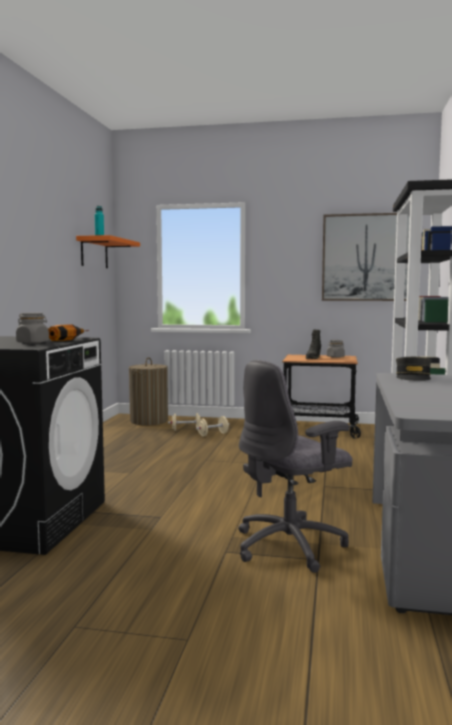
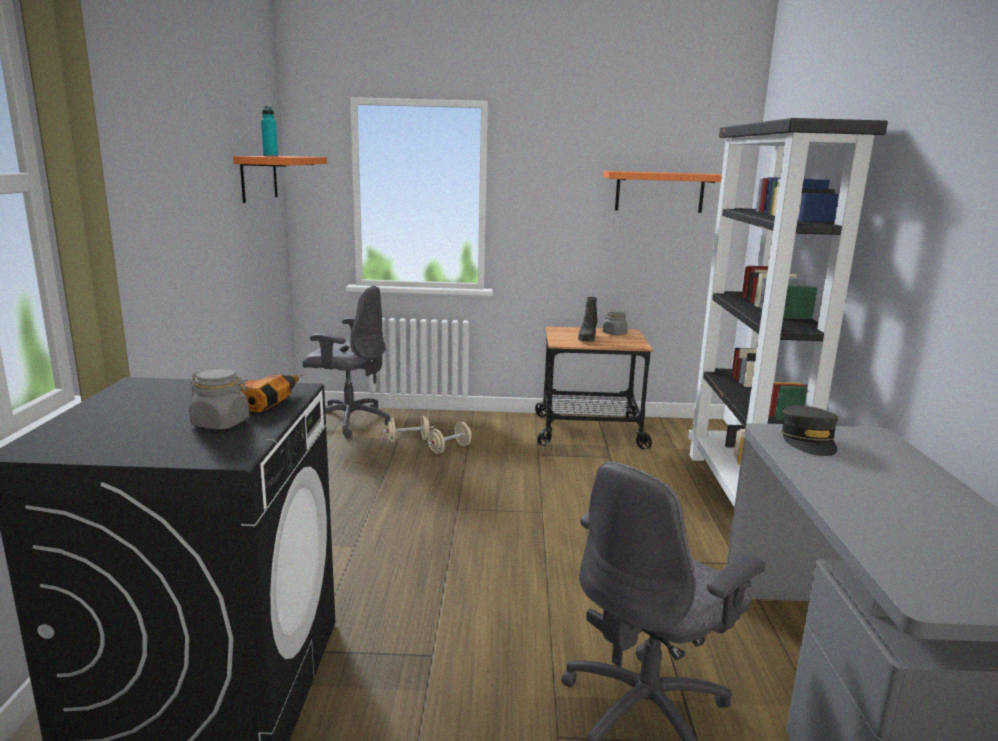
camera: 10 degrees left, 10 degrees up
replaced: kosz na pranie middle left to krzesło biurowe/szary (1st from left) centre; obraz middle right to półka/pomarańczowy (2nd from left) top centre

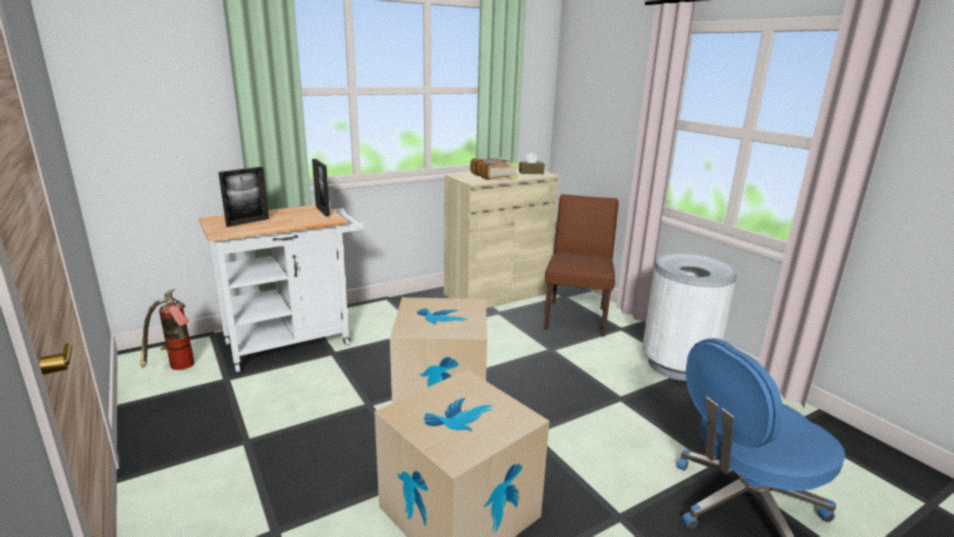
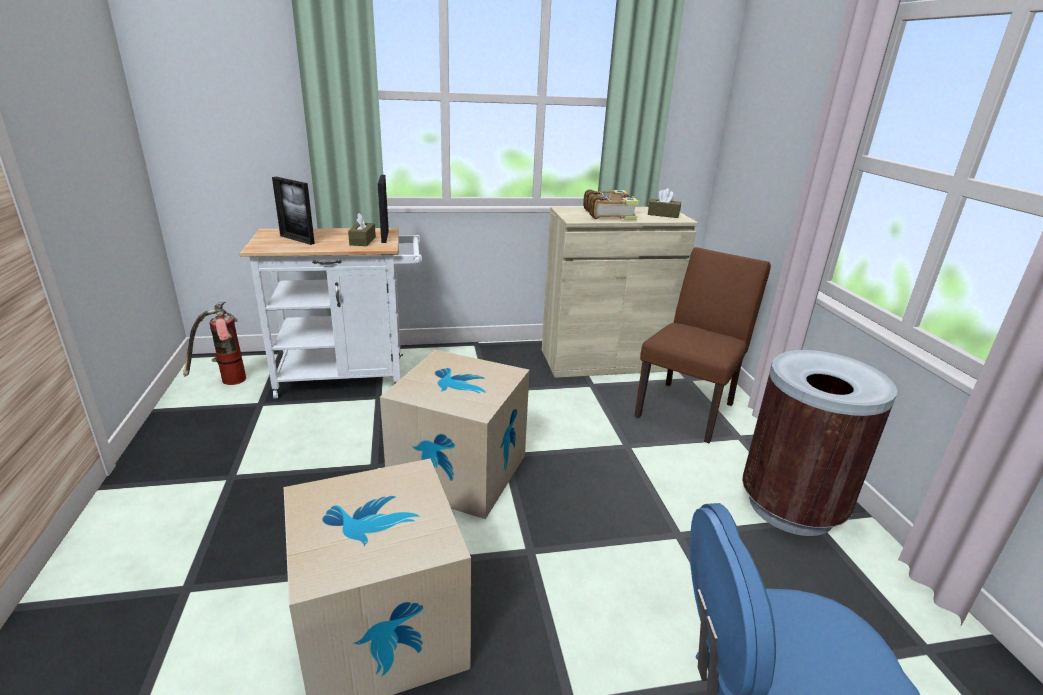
camera: 20 degrees right, 5 degrees up
added: pudełko chusteczek/brązowy (1st from left) top centre
recoloured: kosz na śmieci/biały middle right to kosz na śmieci/brązowy middle right
turned: ramka na zdjęcie (1st from left) middle left = top left 60 degrees clockwise

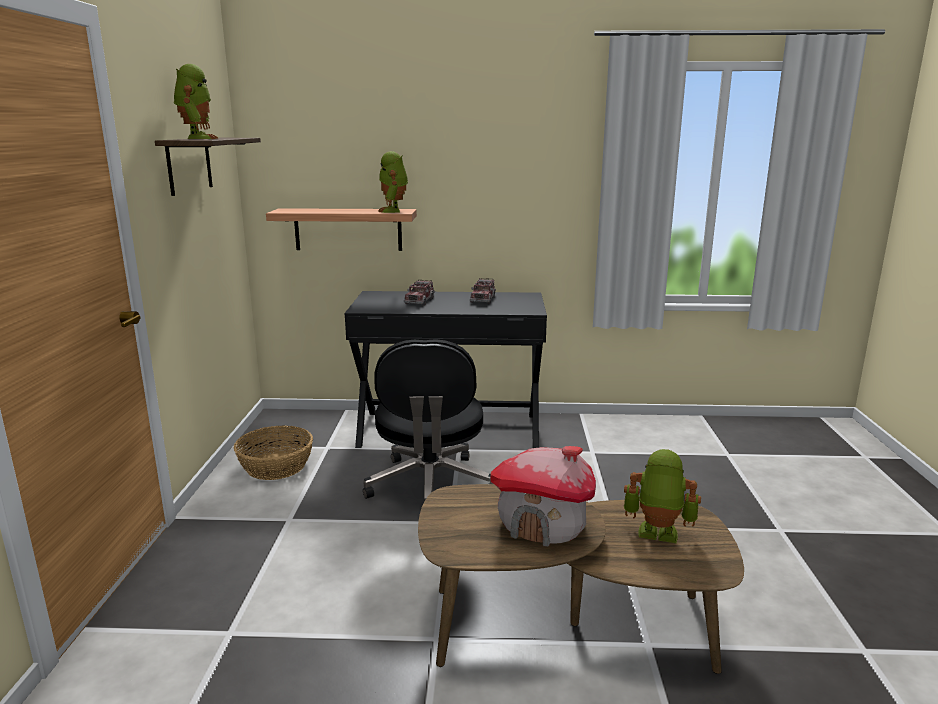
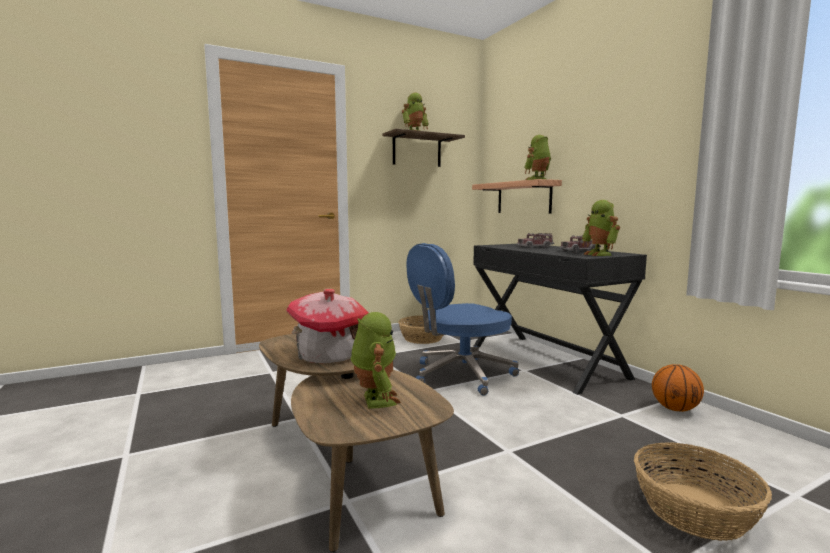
camera: 60 degrees right, 10 degrees down
added: robot zabawkowy (4th from left) middle right; koszyk (2nd from left) bottom right; piłka do koszykówki bottom right
recoloured: krzesło biurowe/czarny centre to krzesło biurowe/niebieski centre

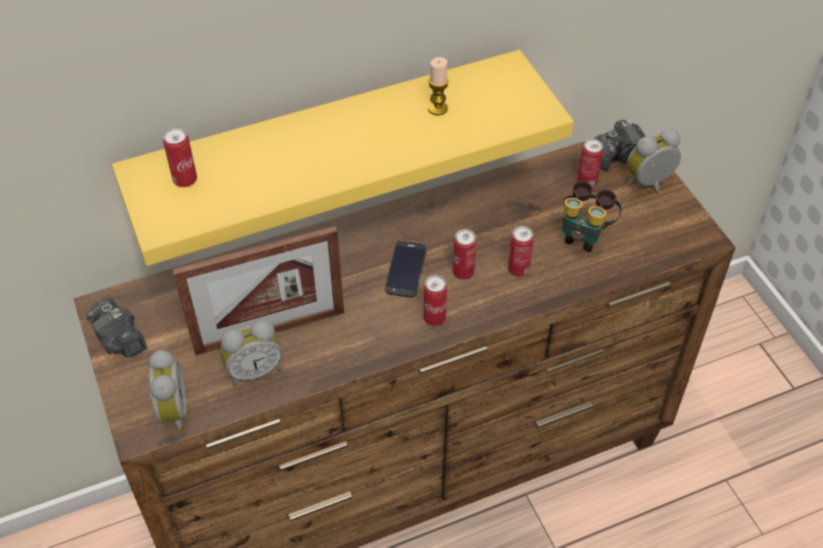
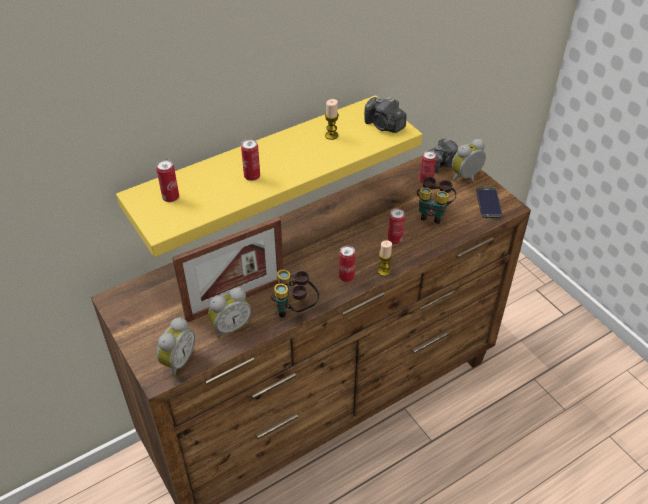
camera: 10 degrees left, 5 degrees down
added: lornetka (1st from left) centre; świeca (2nd from left) centre
moved: puszka (3rd from left in the first image) centre to puszka (2nd from left) top centre; aparat fotograficzny (1st from left) middle left to top centre; telefon centre to middle right
turned: budzik (1st from left) bottom left = bottom left 45 degrees clockwise

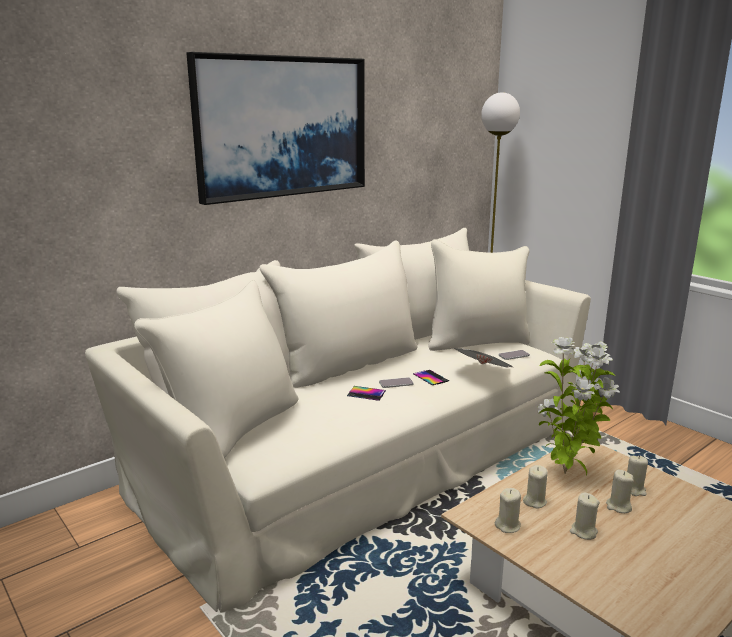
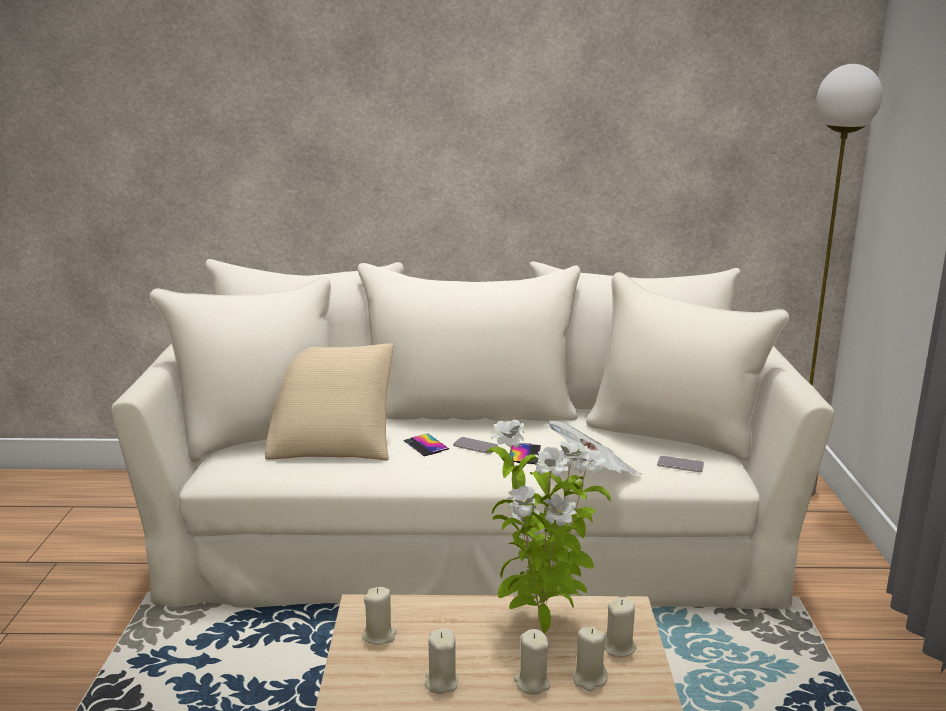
camera: 40 degrees right, 0 degrees up
removed: obraz top centre
added: poduszka/beżowy centre
moved: świeca/beżowy (2nd from left in the first image) bottom right to świeca/beżowy (5th from left) bottom centre

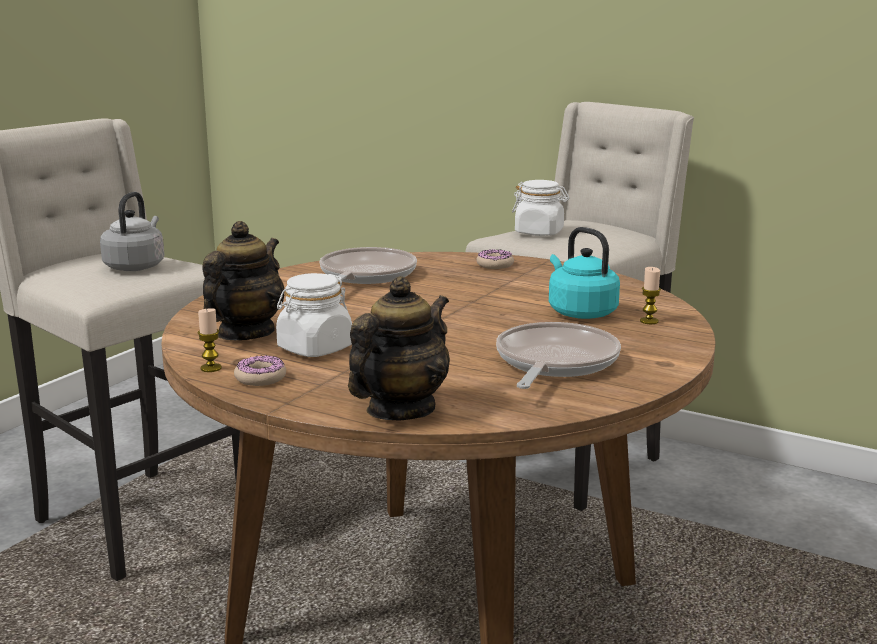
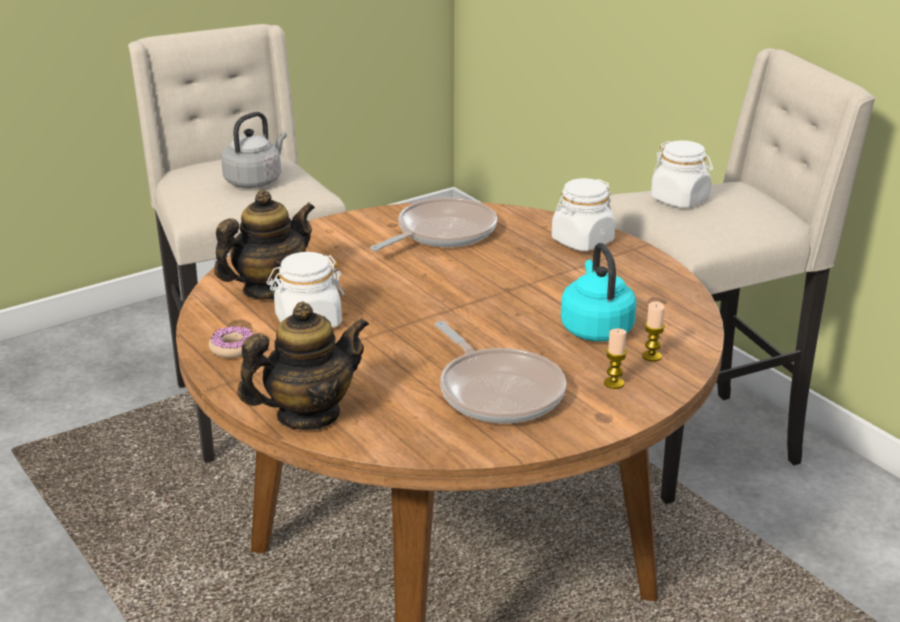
camera: 25 degrees right, 10 degrees up
moved: świeca (1st from left) middle left to middle right
replaced: donut (2nd from left) centre to słoik/biały (2nd from left) centre
turned: patelnia (2nd from left) centre = centre 105 degrees clockwise

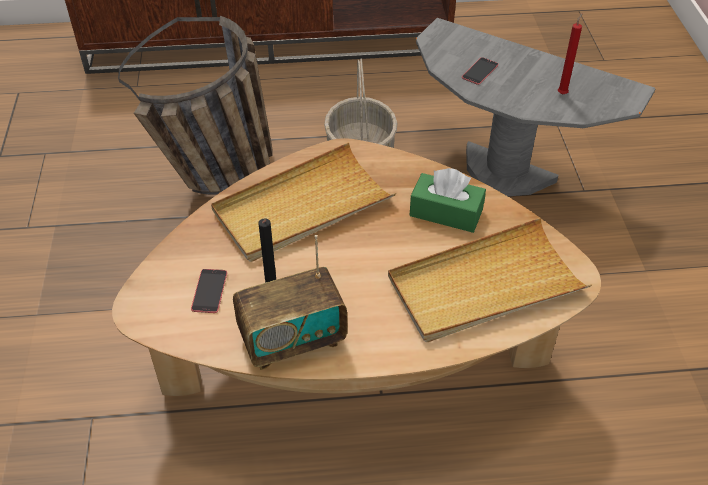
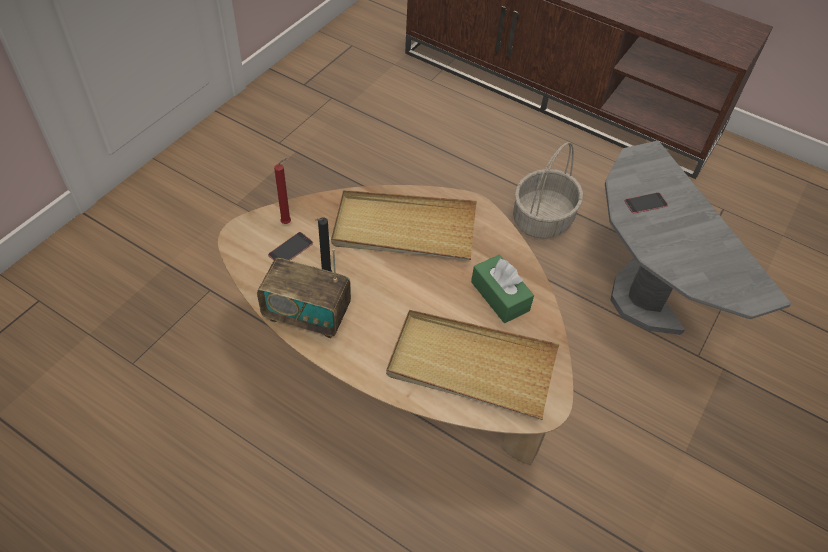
camera: 35 degrees right, 5 degrees up
removed: koszyk (1st from left) top left
moved: świeca/czerwony top right to centre

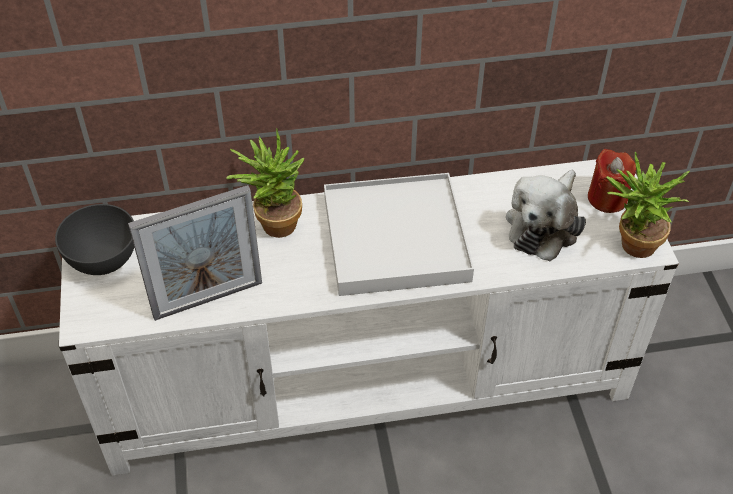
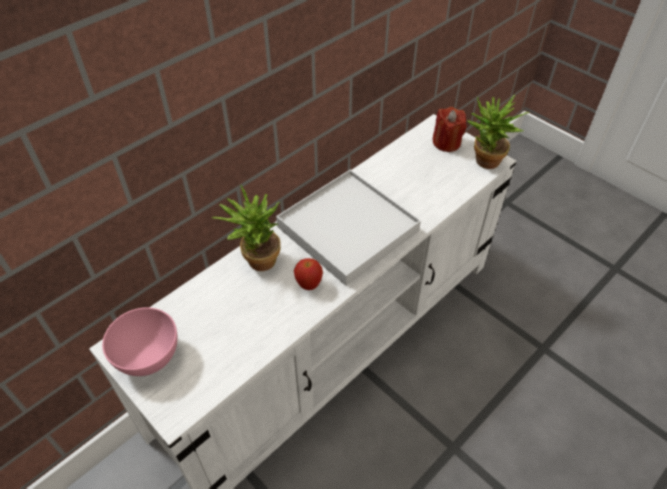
camera: 35 degrees left, 0 degrees up
removed: ramka na zdjęcie middle left; pluszak middle right
added: jabłko centre
recoloured: miska/szary middle left to miska/różowy bottom left

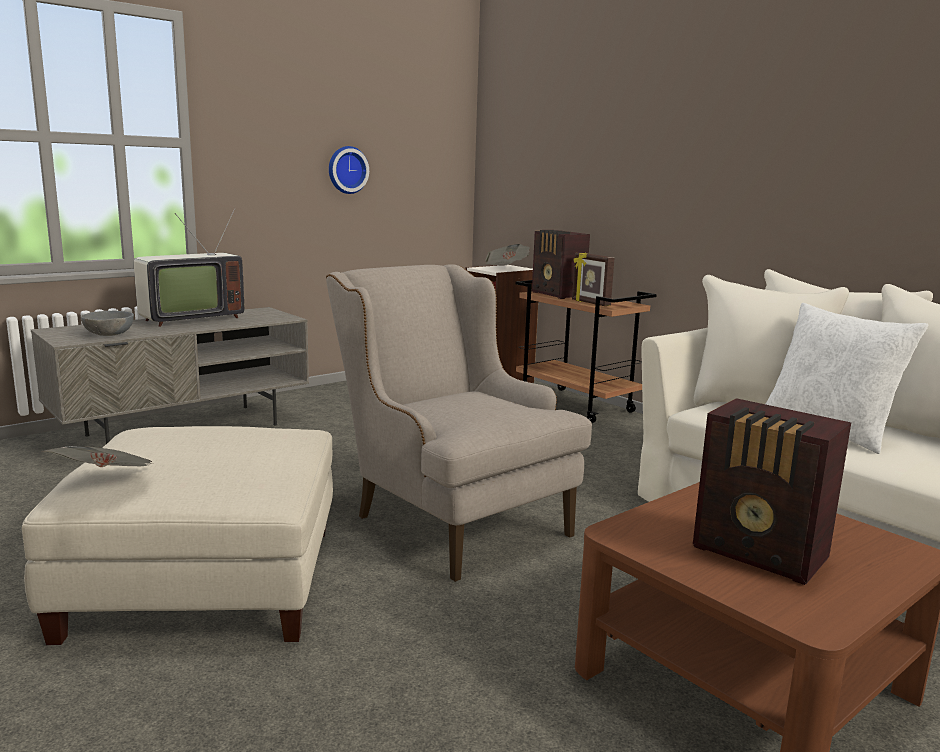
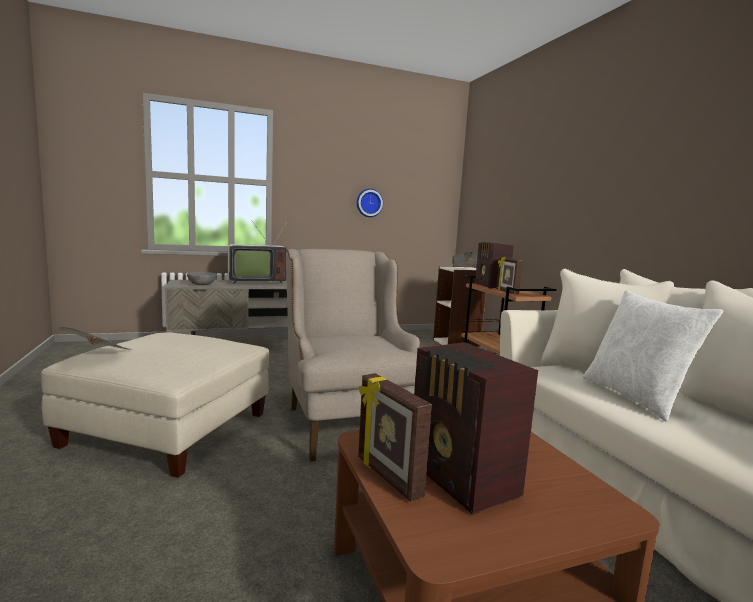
camera: 20 degrees right, 5 degrees down
added: ramka na zdjęcie (1st from left) bottom centre

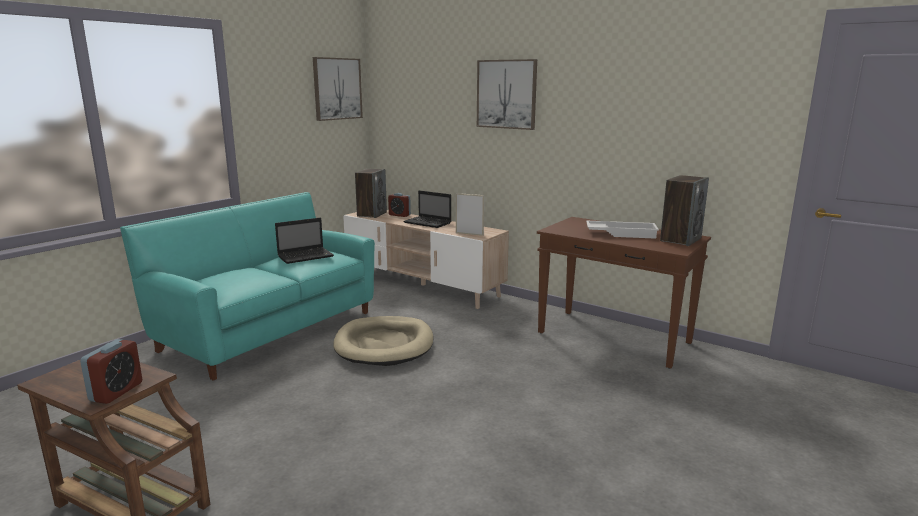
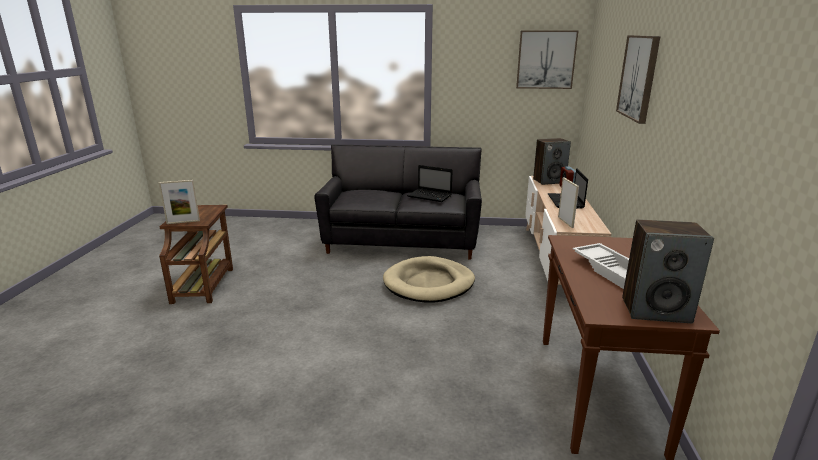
camera: 60 degrees right, 5 degrees up
replaced: budzik (1st from left) bottom left to ramka na zdjęcie (1st from left) middle left
recoloured: kanapa/turkusowy middle left to kanapa/czarny centre

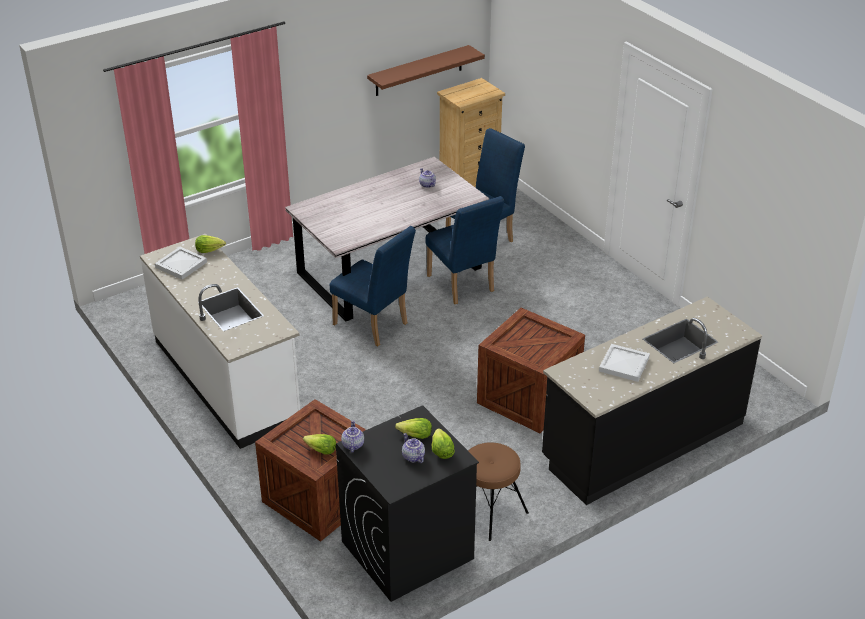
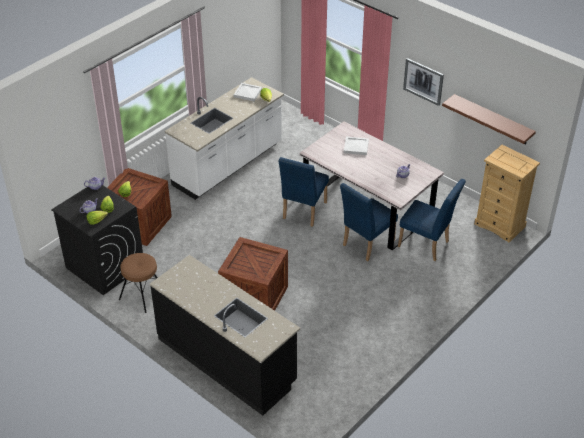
camera: 75 degrees right, 5 degrees up
added: obraz top right
moved: taca/biały (2nd from left) middle right to centre

